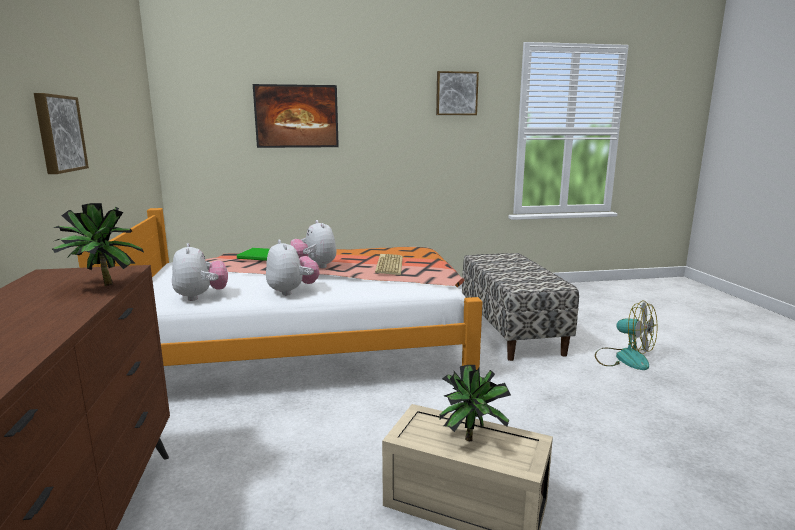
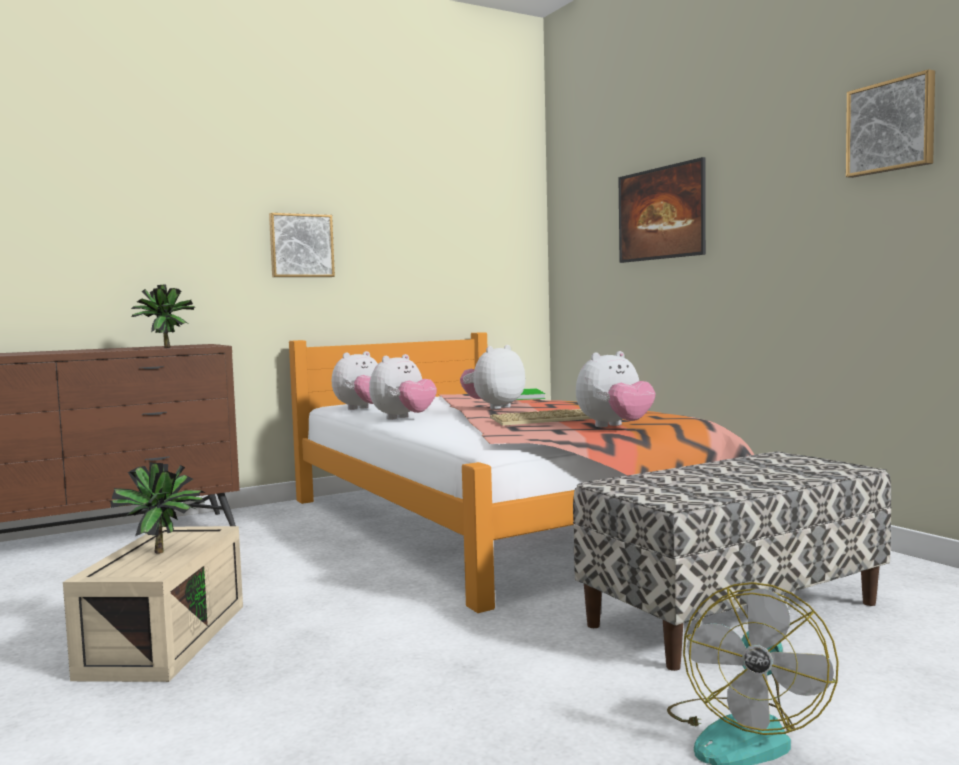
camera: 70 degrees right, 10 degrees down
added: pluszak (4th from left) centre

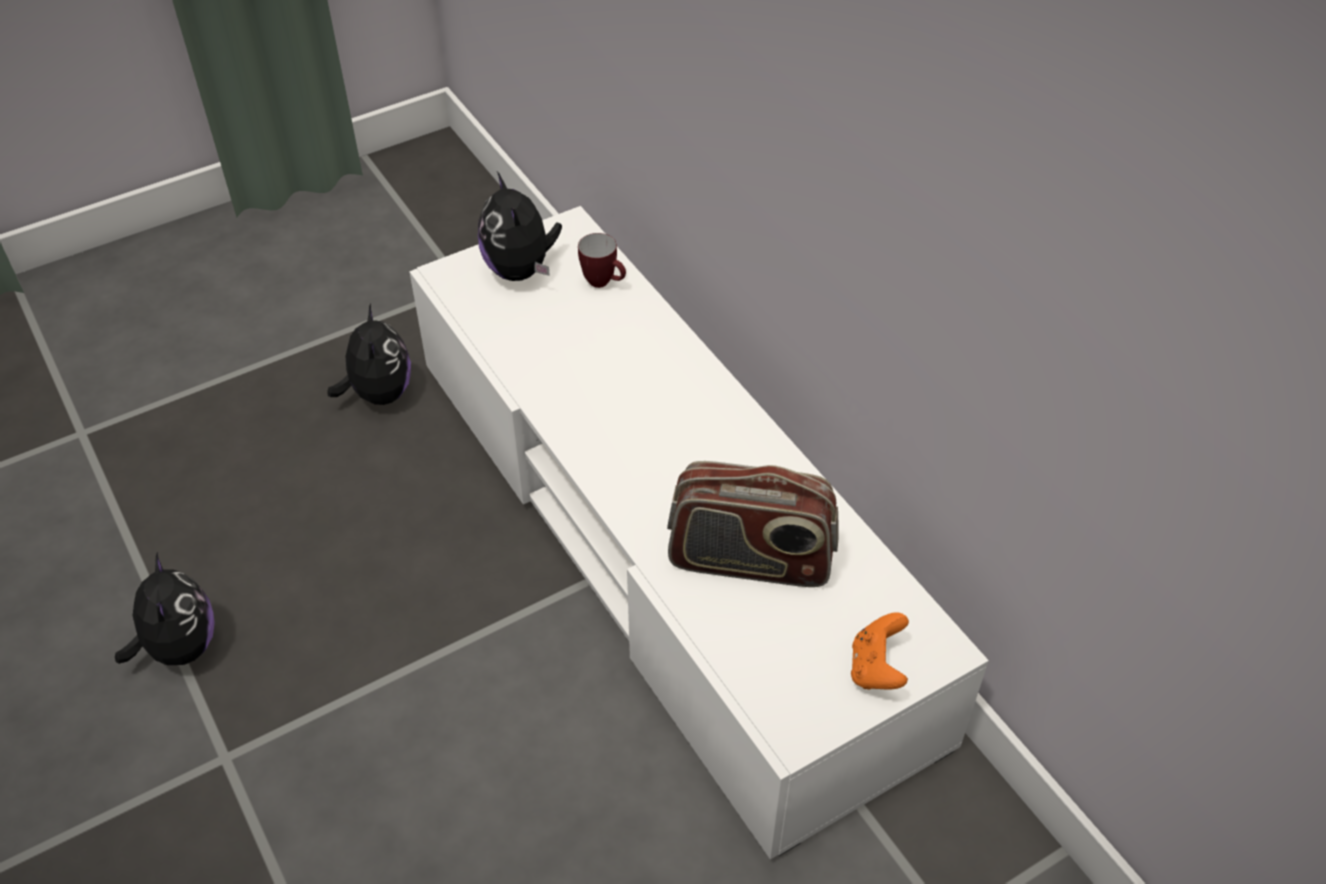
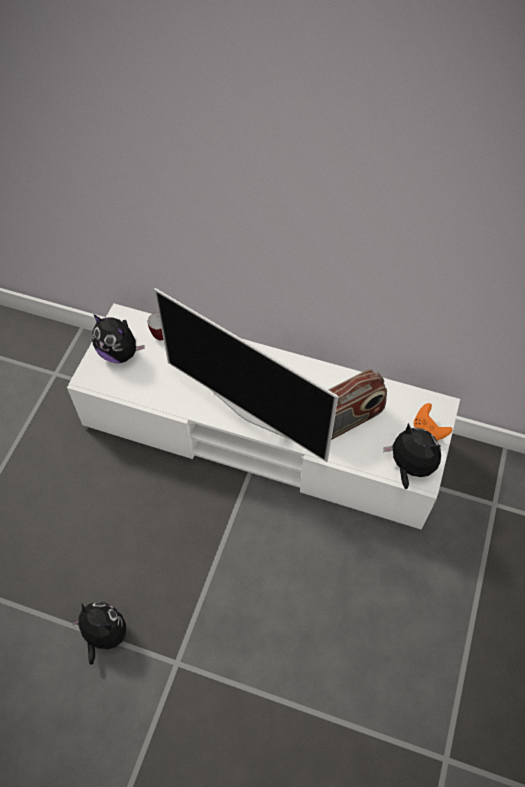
camera: 40 degrees left, 10 degrees up
added: telewizor centre
moved: pluszak (2nd from left in the first image) middle left to pluszak (3rd from left) middle right

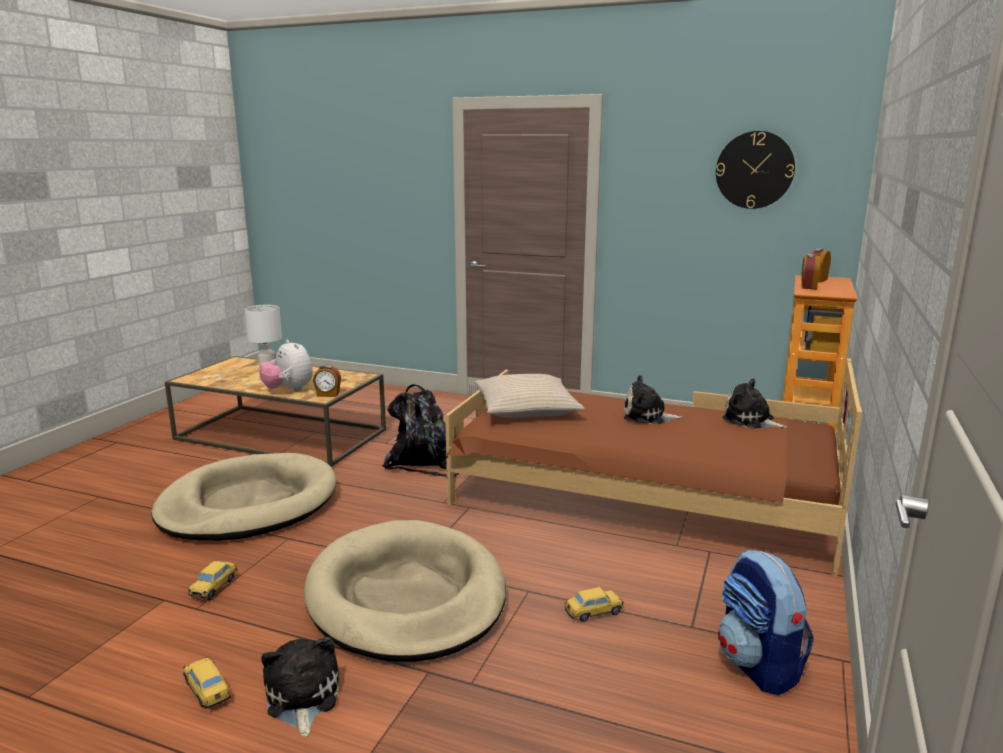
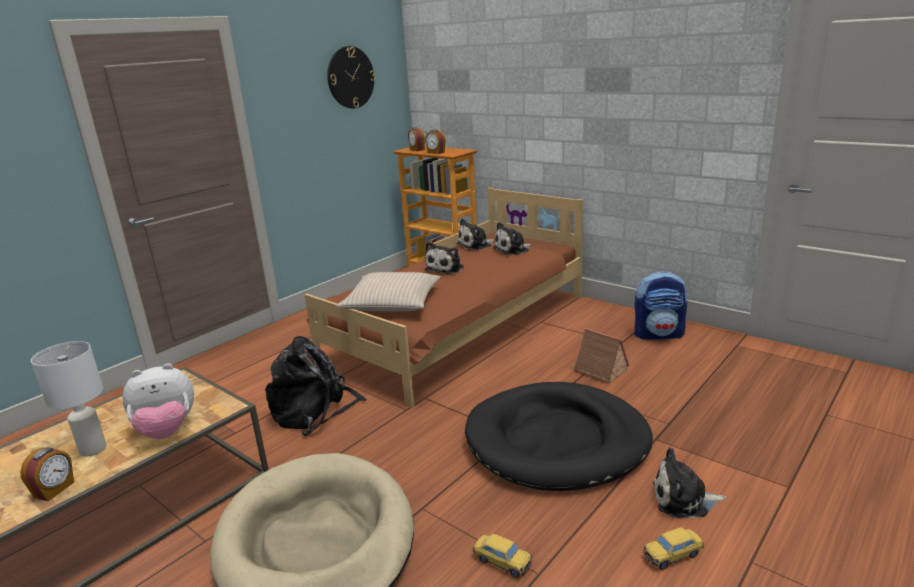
camera: 70 degrees left, 5 degrees up
added: pluszak (4th from left) centre
moved: budzik (1st from left) middle left to bottom left
replaced: samochodzik (3rd from left) bottom centre to domek centre
recoloured: legowisko/beżowy (2nd from left) bottom centre to legowisko/czarny bottom centre

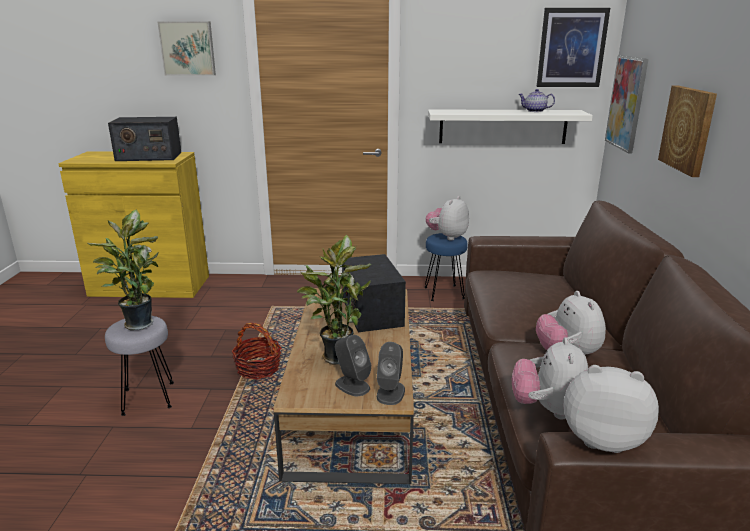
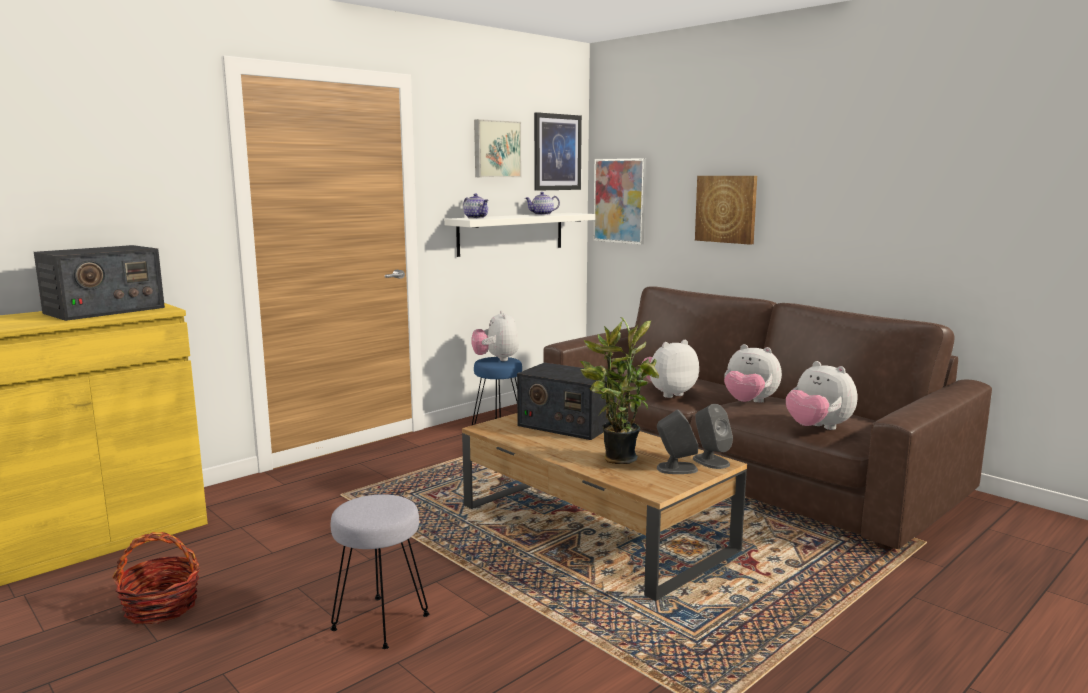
camera: 45 degrees left, 10 degrees down
removed: roślina doniczkowa (1st from left) middle left
added: imbryk (1st from left) top centre
moved: koszyk centre to bottom left; obraz (1st from left) top left to top centre; pluszak (4th from left in the first image) bottom right to pluszak (2nd from left) centre

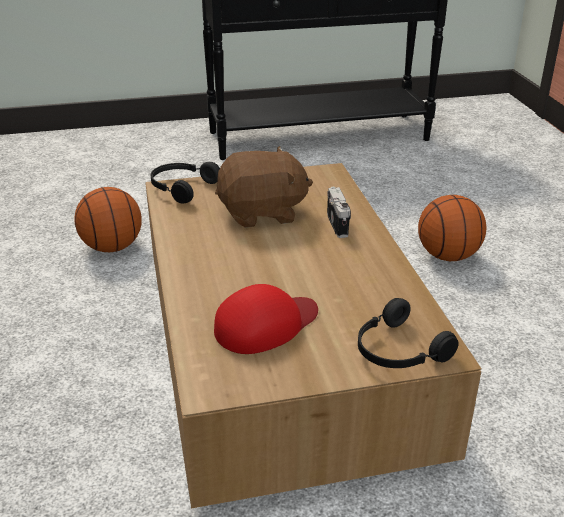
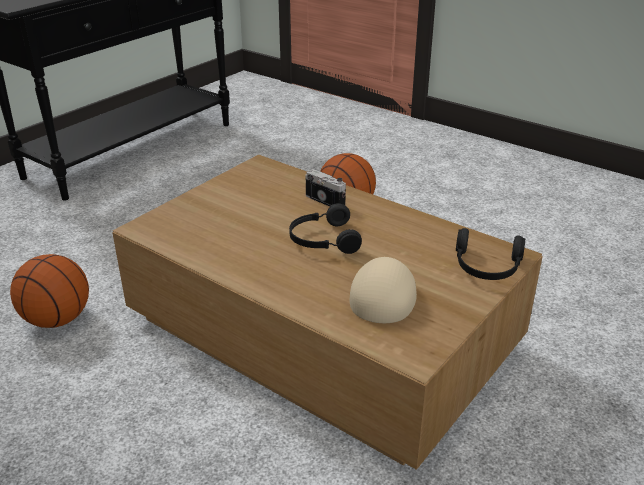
camera: 40 degrees left, 0 degrees up
removed: pluszak/brązowy centre
moved: słuchawki/czarny (1st from left) middle left to centre
recoloured: czapka z daszkiem/czerwony centre to czapka z daszkiem/beżowy centre

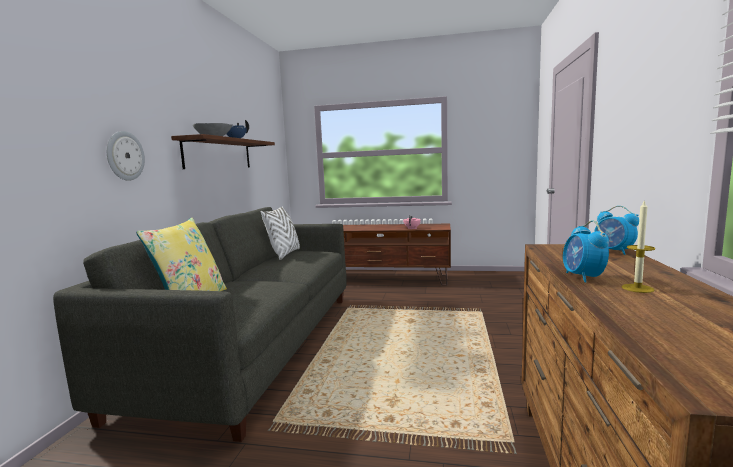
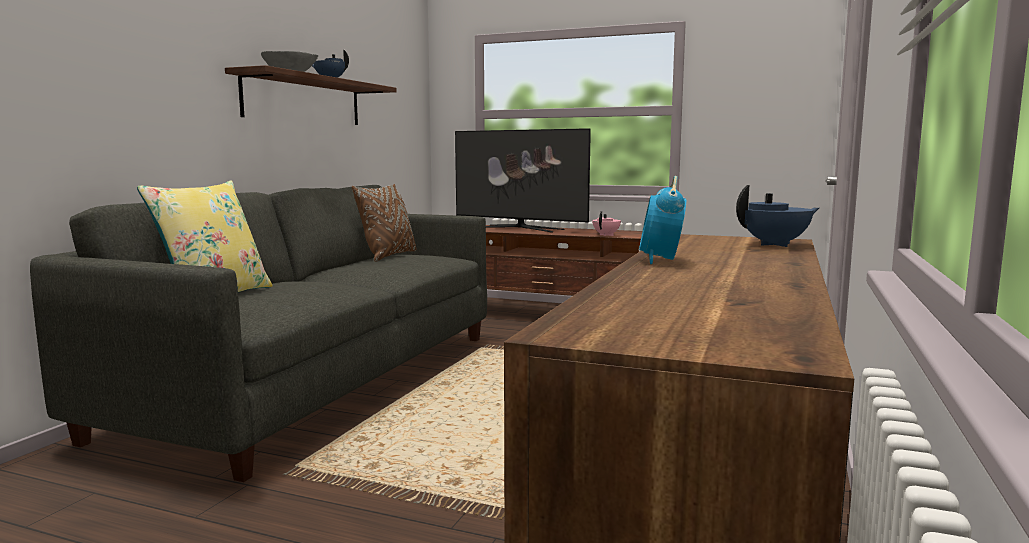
camera: 10 degrees right, 0 degrees up
removed: zegar ścienny middle left; świeca middle right
added: telewizor top centre
replaced: budzik (2nd from left) middle right to imbryk/niebieski (2nd from left) middle right
recoloured: poduszka/biały centre to poduszka/brązowy centre

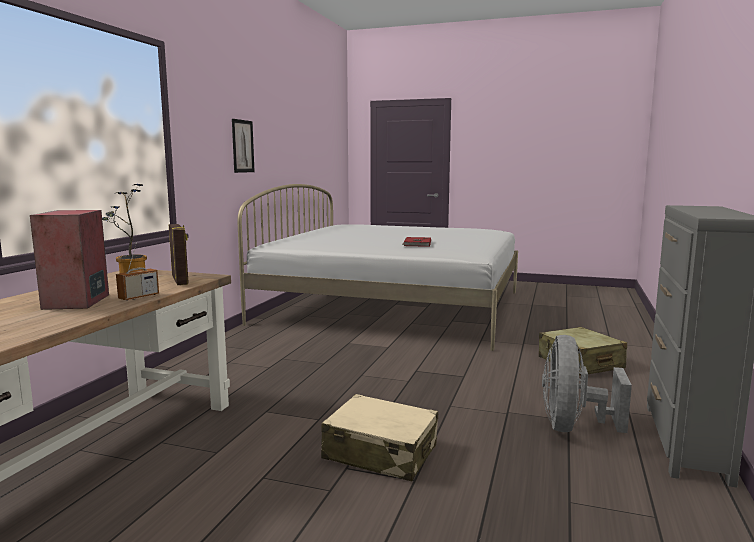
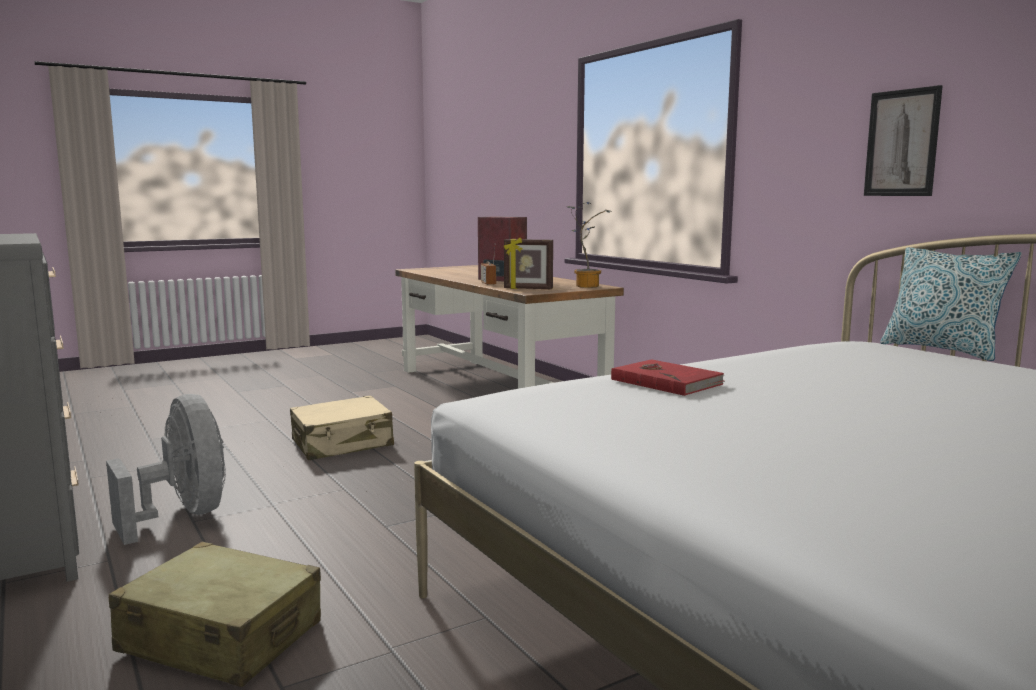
camera: 130 degrees right, 0 degrees up
added: poduszka middle right

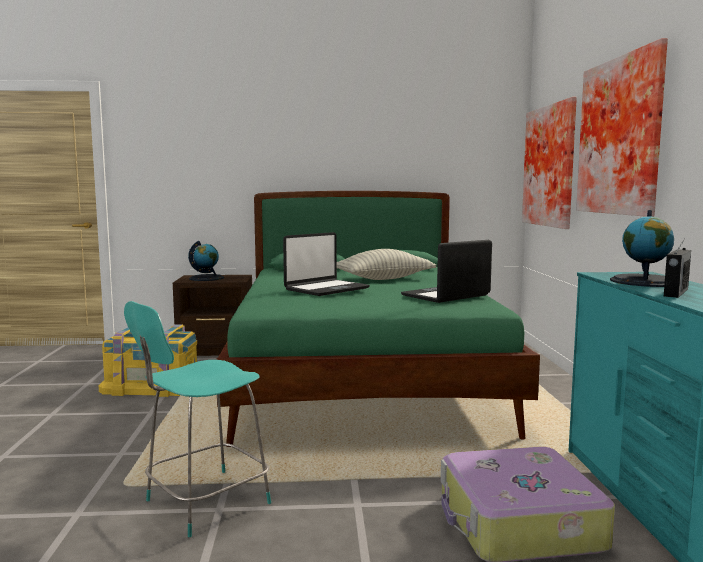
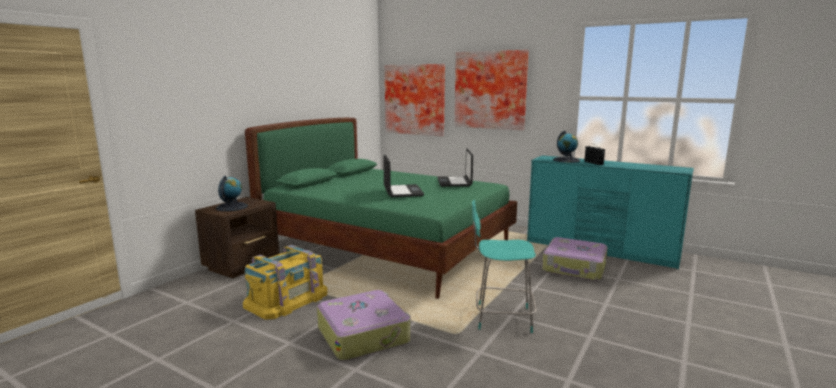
camera: 55 degrees left, 5 degrees up
removed: poduszka centre
added: walizka (1st from left) bottom centre
turned: krzesło/turkusowy bottom left = bottom centre 105 degrees clockwise

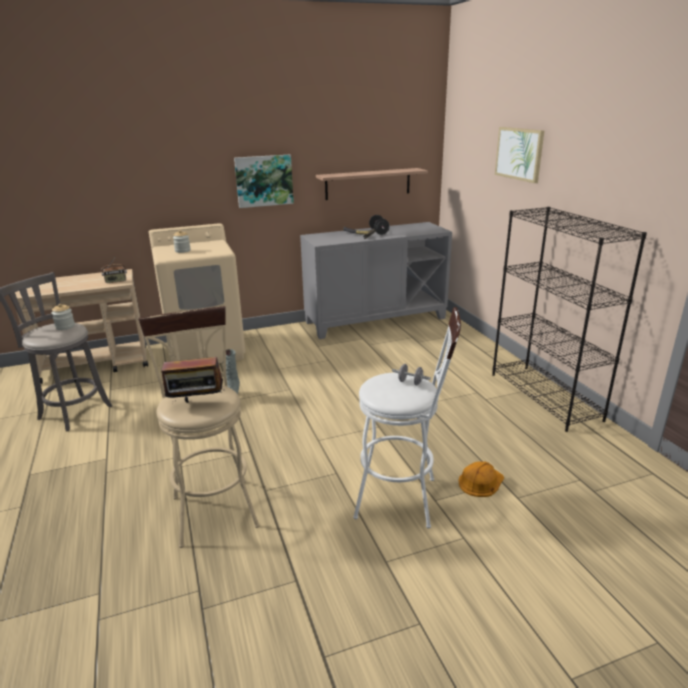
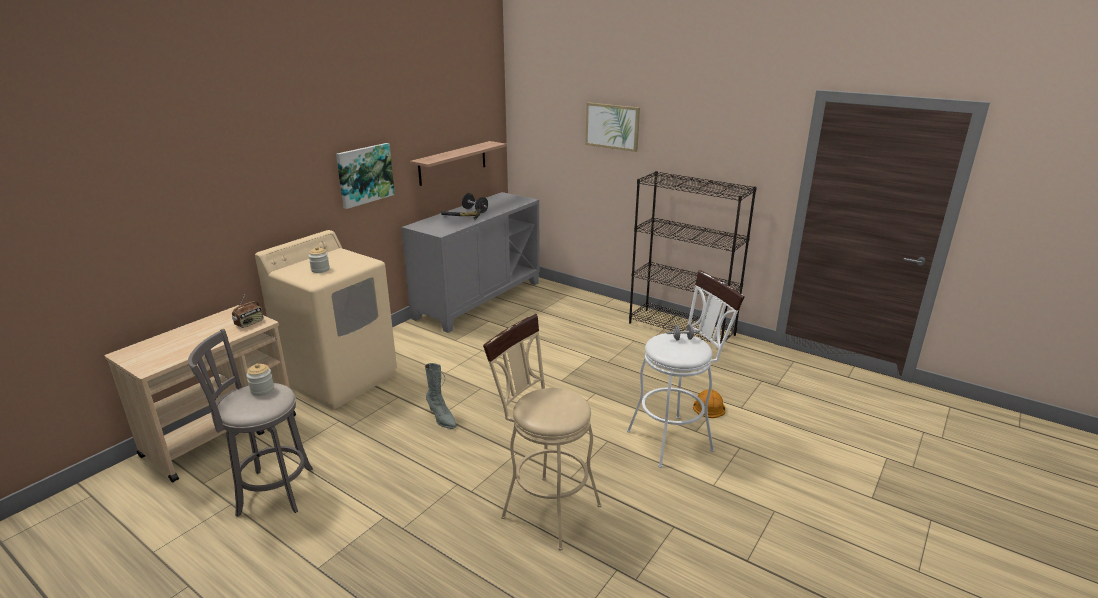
camera: 35 degrees left, 0 degrees up
removed: radio (2nd from left) middle left

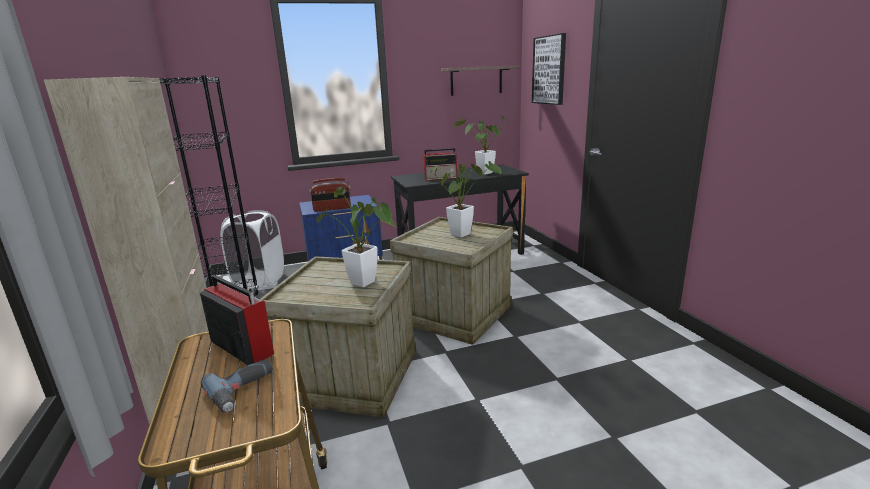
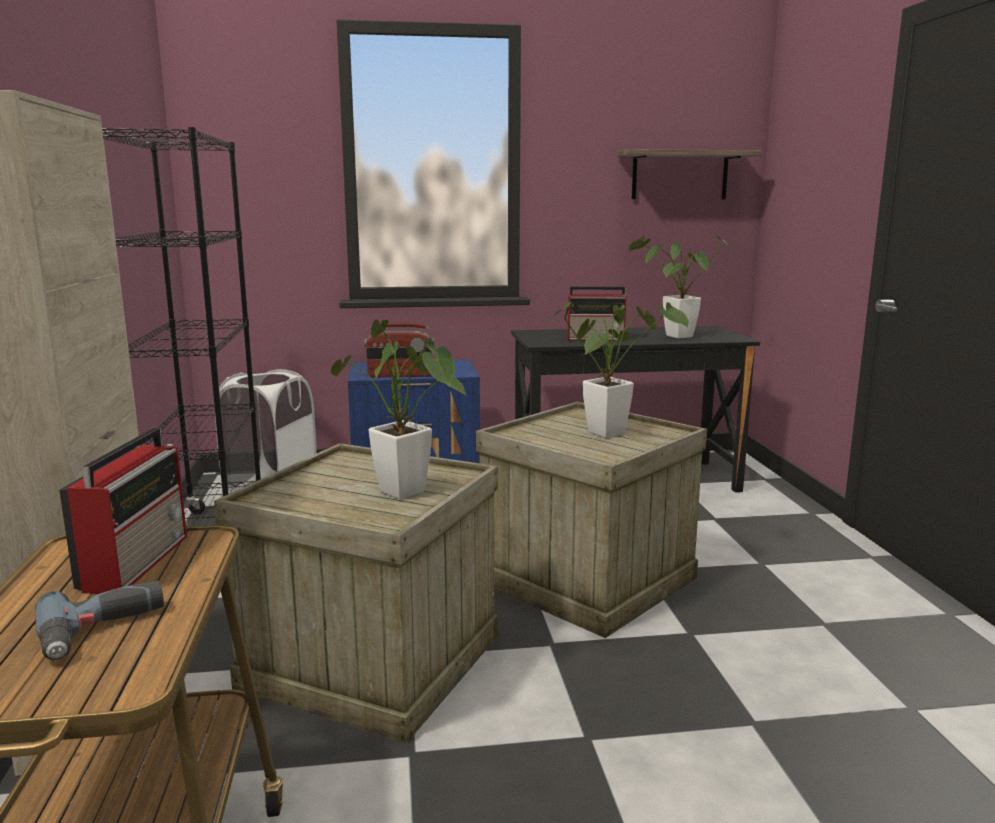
camera: 10 degrees right, 5 degrees down
removed: obraz top centre
turned: radio (1st from left) middle left = middle left 45 degrees clockwise

